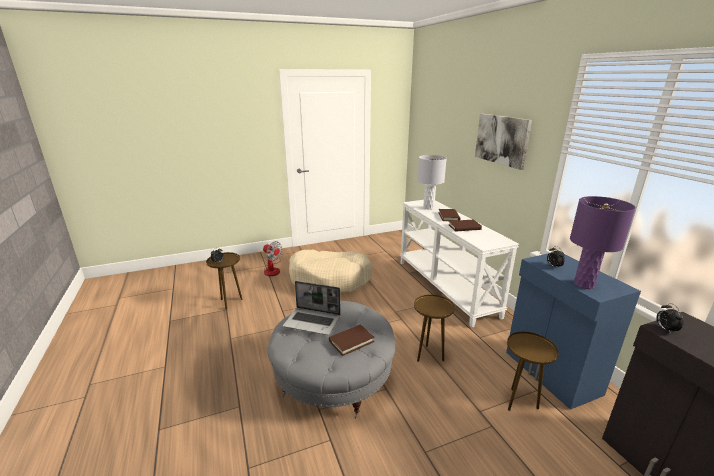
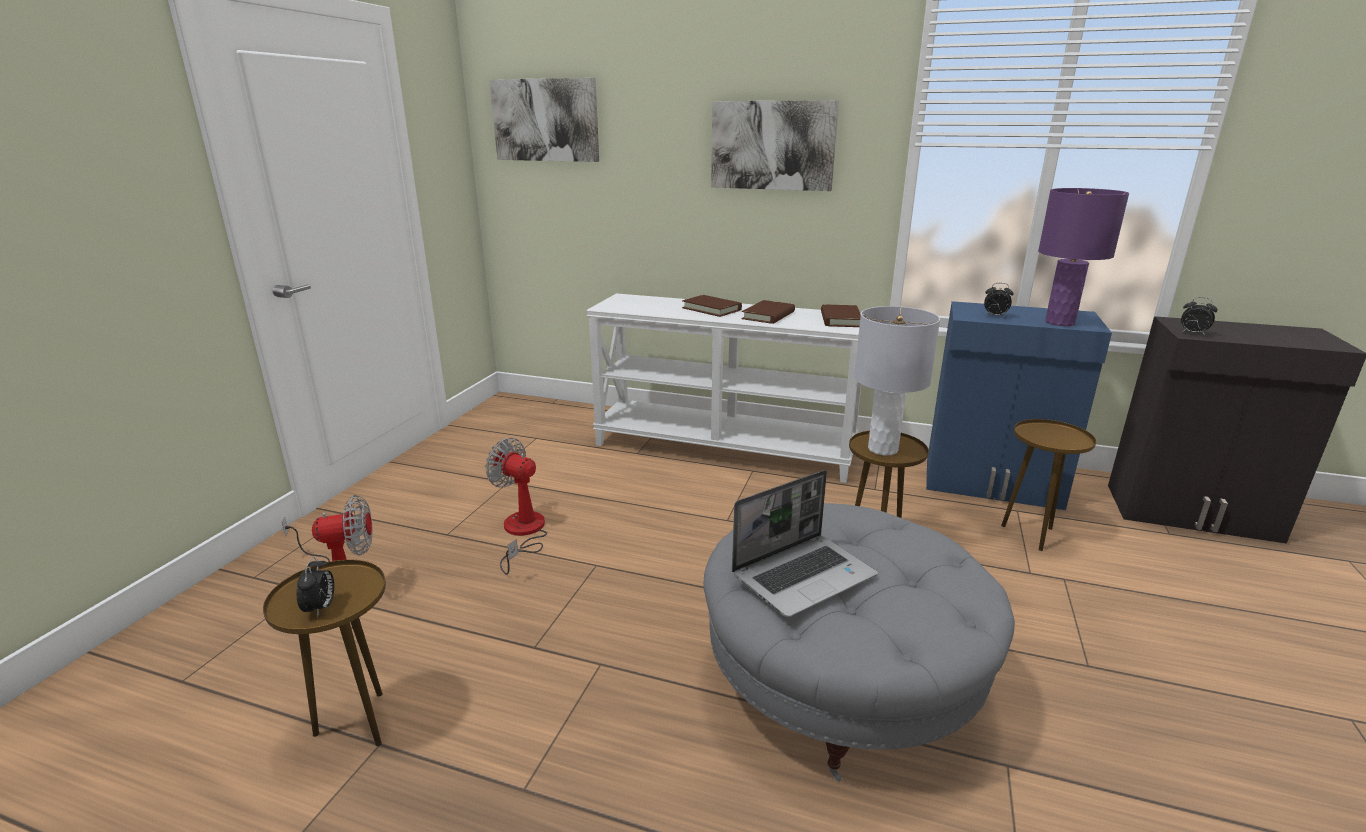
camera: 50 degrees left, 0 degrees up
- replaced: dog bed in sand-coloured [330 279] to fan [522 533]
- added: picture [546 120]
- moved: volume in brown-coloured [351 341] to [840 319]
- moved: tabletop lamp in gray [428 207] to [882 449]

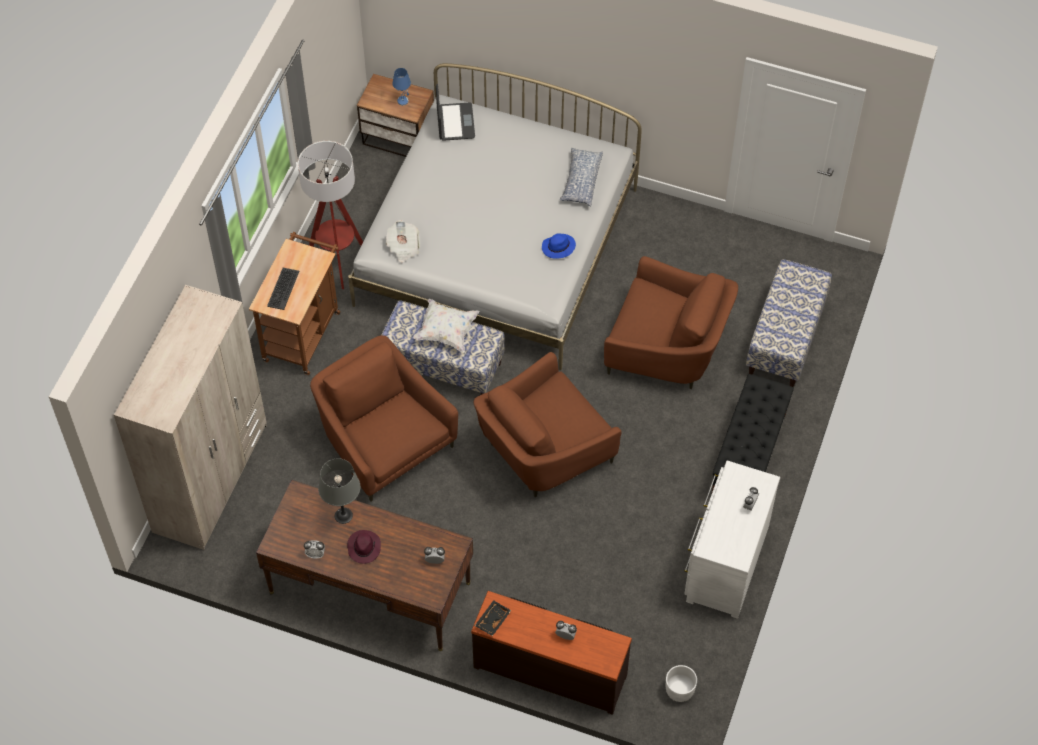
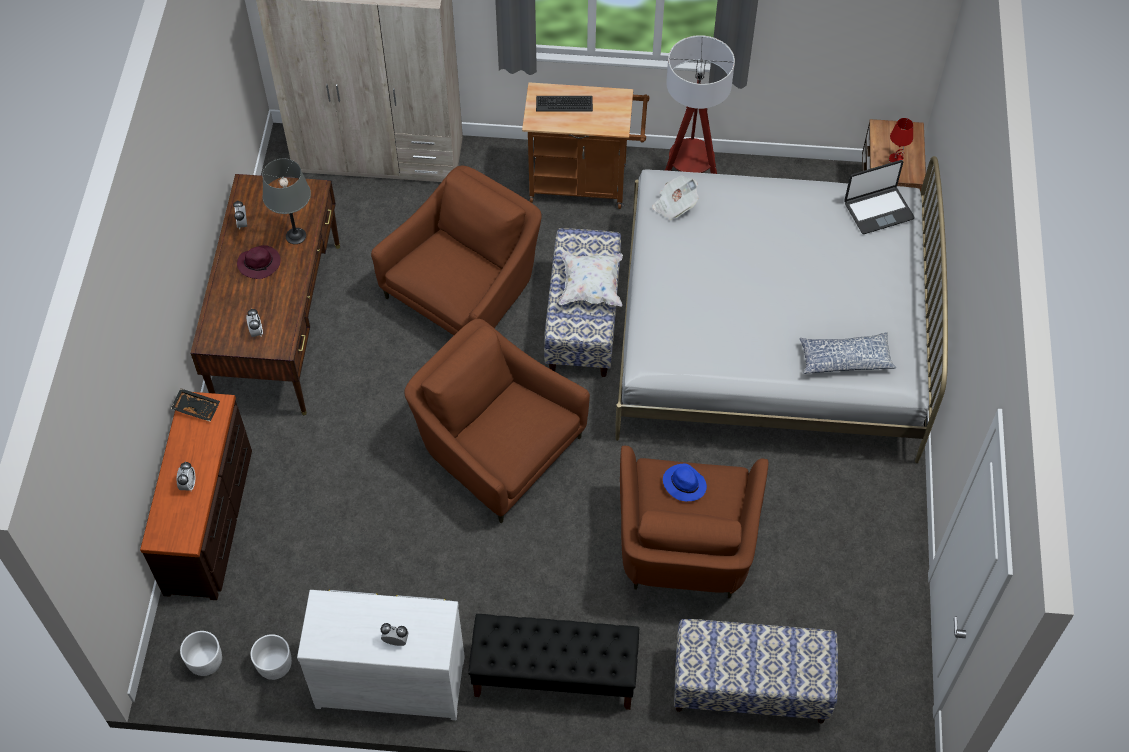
camera: 75 degrees right, 0 degrees up
- added: plant pot in white-coloured [274 665]
- moved: wearable hat in blue [558 248] to [683 484]
- recoloured: tabletop lamp in blue [403 101] to tabletop lamp in reddish [896 159]

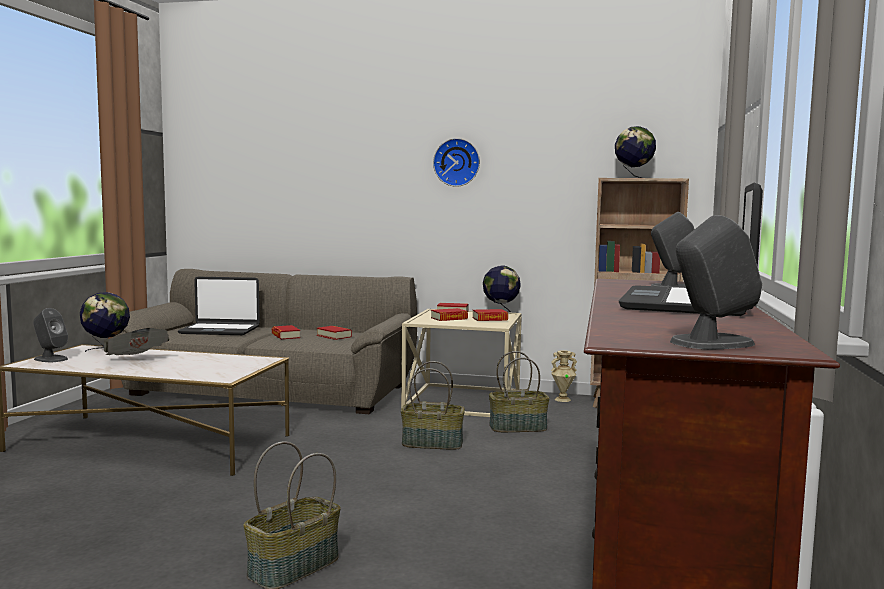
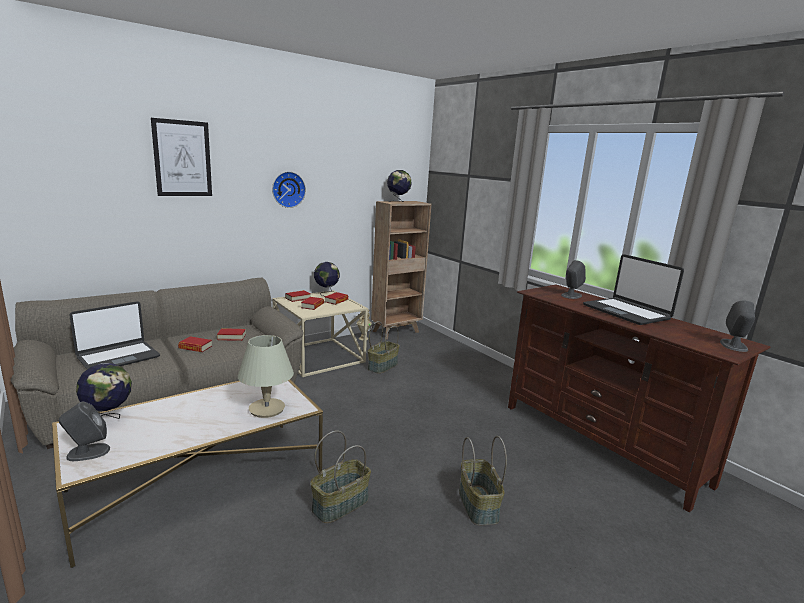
camera: 50 degrees left, 10 degrees up
- added: picture [182 158]
- added: tabletop lamp in sand-coloured [267 409]
- moved: storage basket [433 443] to [340 504]
- removed: printed paper [137 360]

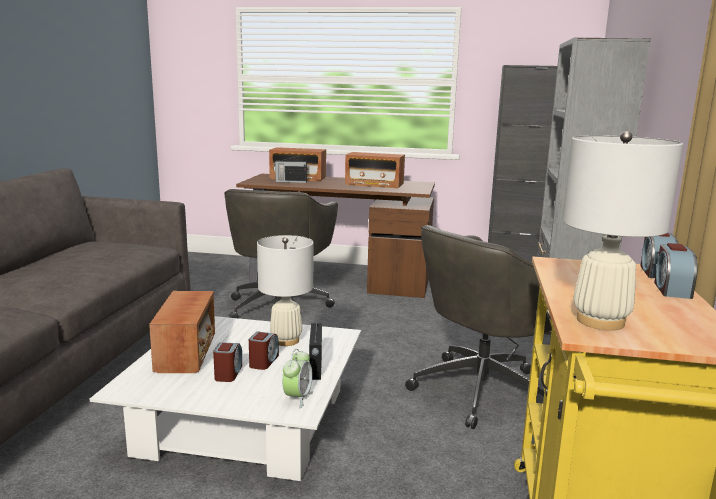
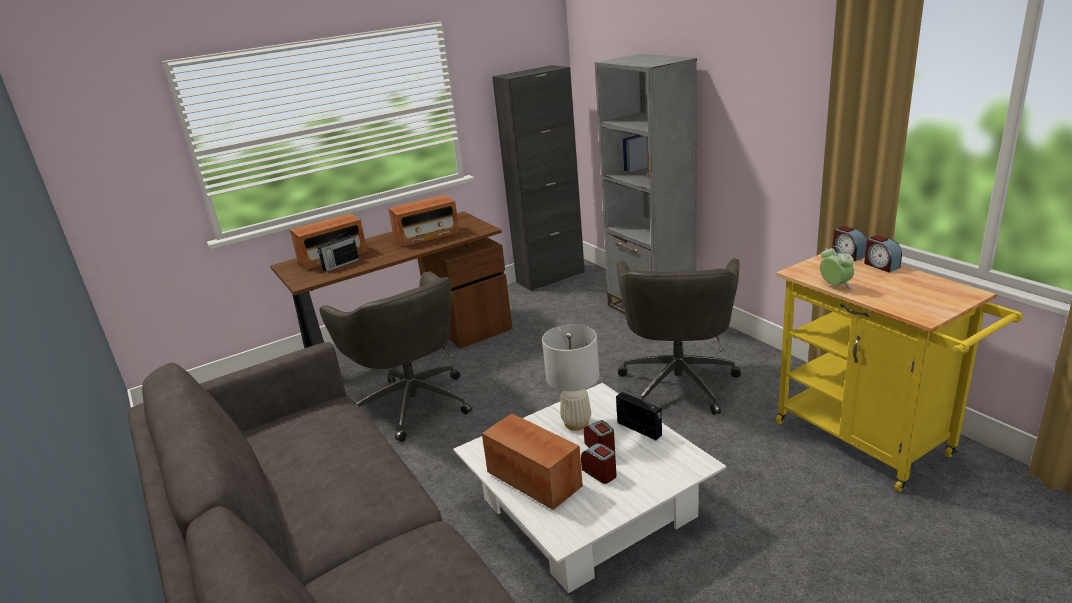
camera: 40 degrees left, 10 degrees up
- moved: bedside clock [297 398] to [835 286]
- removed: tabletop lamp in white-coloured [600 321]

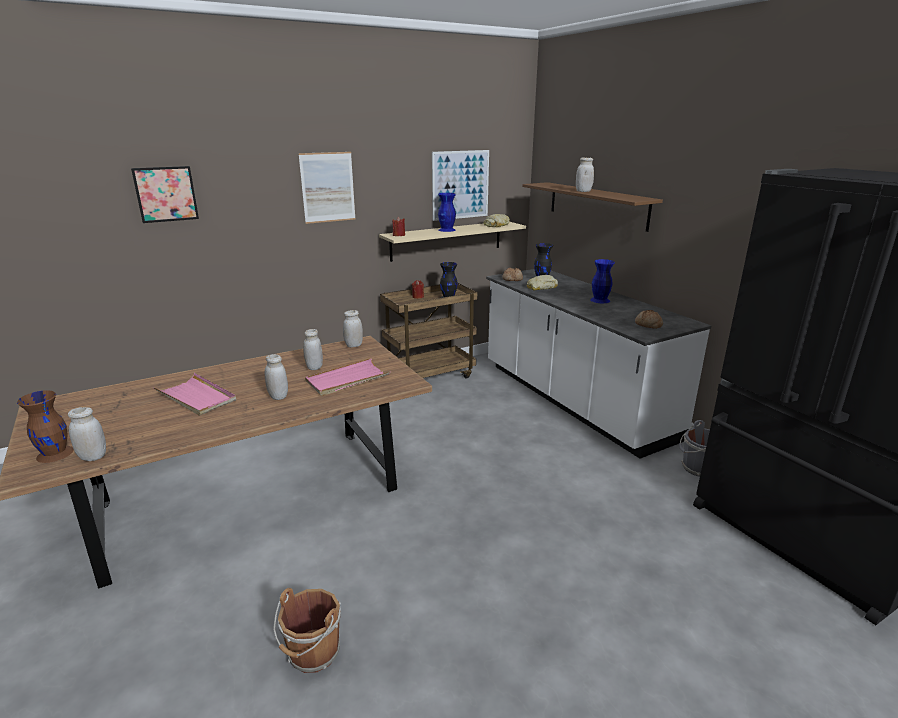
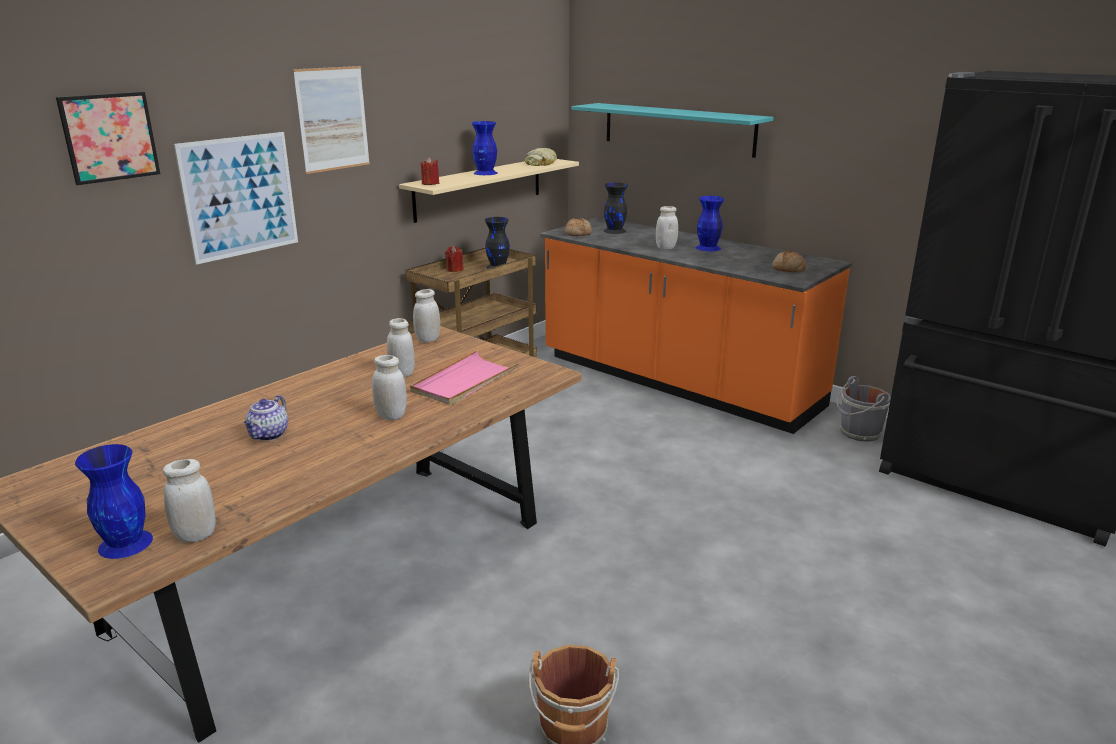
camera: 20 degrees left, 0 degrees up
- recoloured: vase in brown-coloured [55 453] to vase in blue [126 543]
- moved: picture [460 185] to [239 196]
- replaced: tray in pink [196 397] to tea pot [269 435]
- recoloured: counter in white-coloured [573 400] to counter in orange-coloured [677 382]
- recoloured: shelf in brown-coloured [597 205] to shelf in turquoise-coloured [677 129]
- moved: storage jar in white-coloured [583 191] to [665 248]
- removed: bakery bread [541 287]

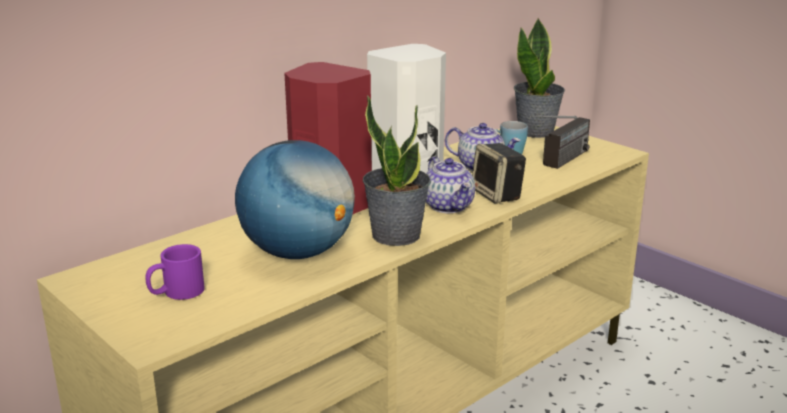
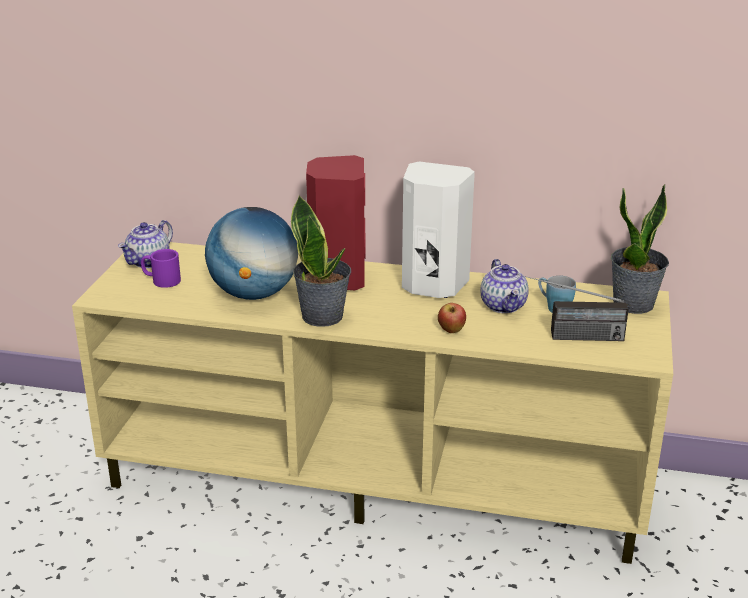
camera: 55 degrees right, 5 degrees up
- moved: tea pot [449 206] to [149 262]
- replaced: speaker [497 195] to apple fruit [451 331]

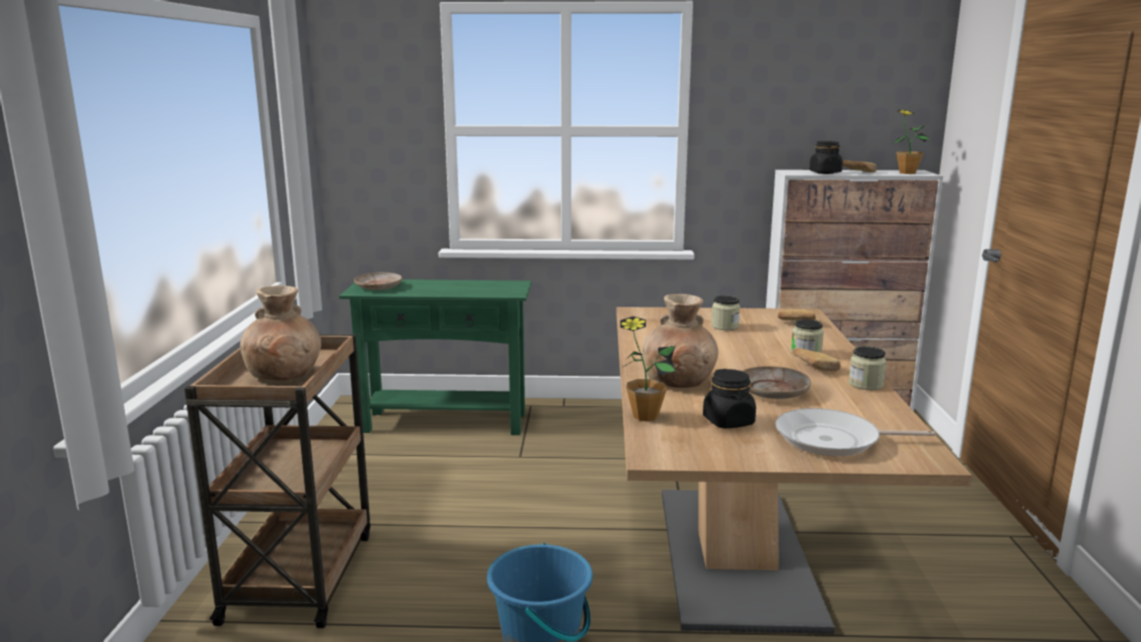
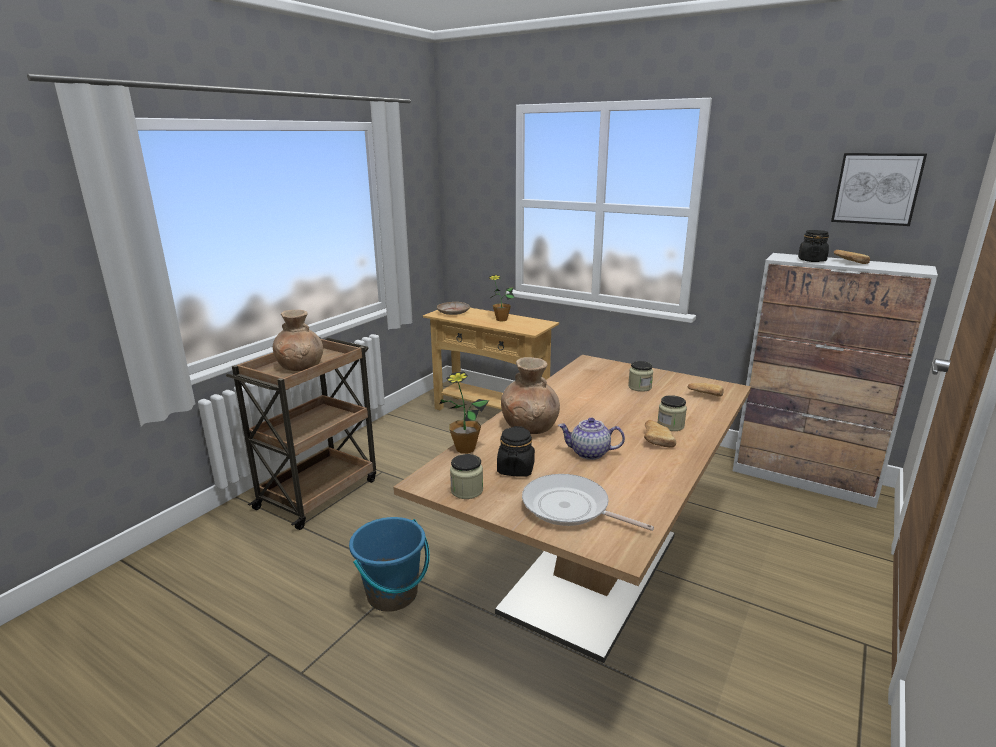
camera: 30 degrees right, 5 degrees up
- recoloured: console table in green-coloured [444 423] to console table in sand-coloured [490 414]
- moved: storage jar [865 384] to [467 490]
- moved: plant in a pot [907 173] to [501 319]
- replaced: flat dish in sand-coloured [773 392] to tea pot [589 453]
- added: picture [876 188]

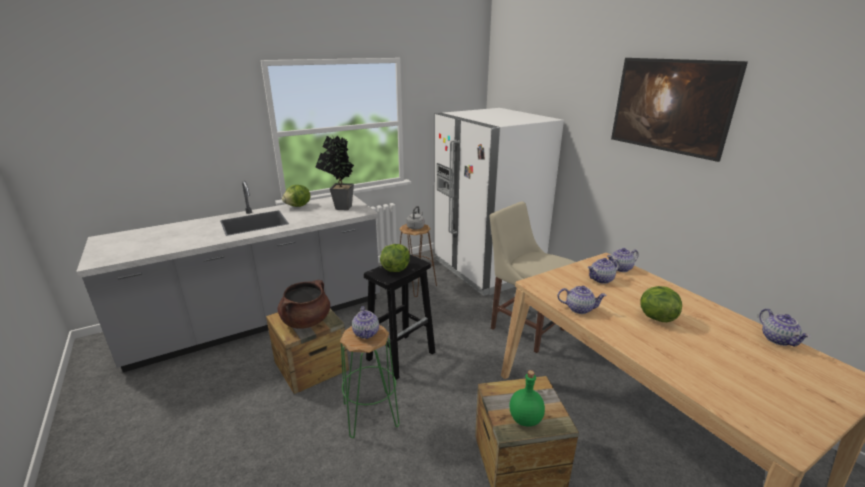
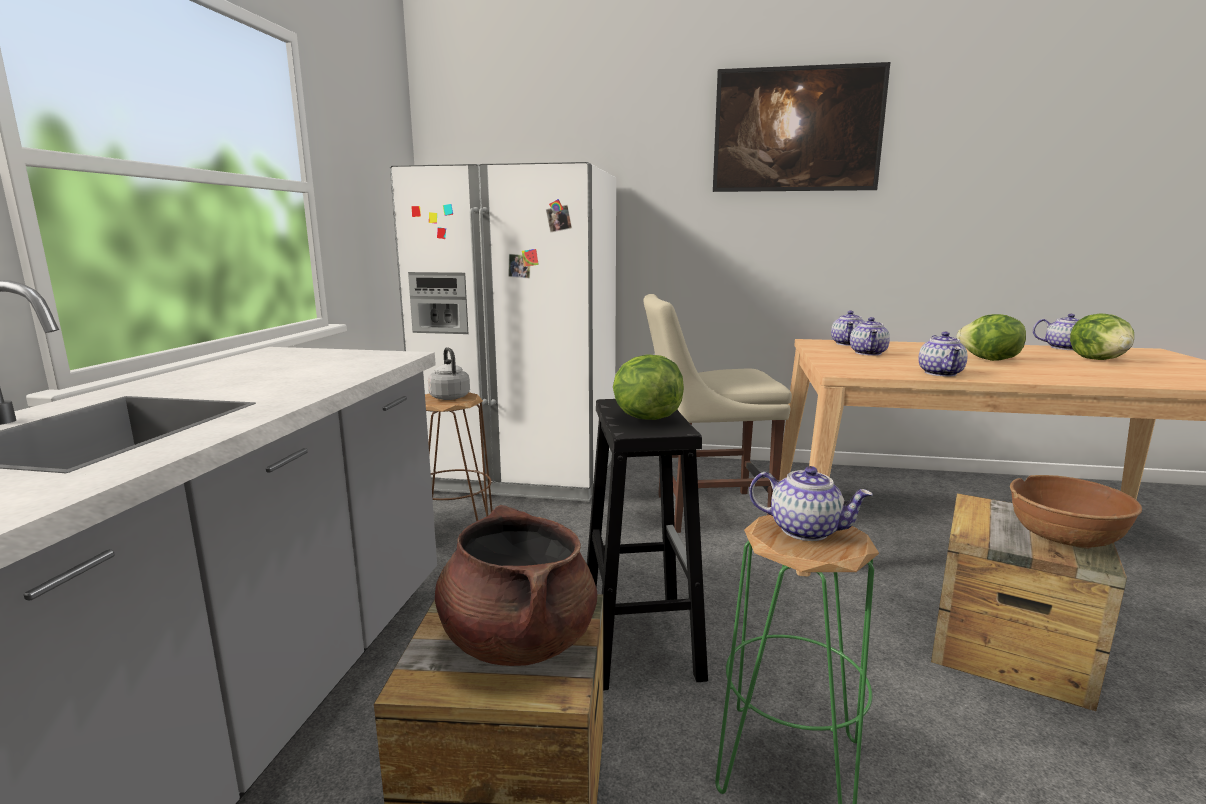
camera: 50 degrees left, 10 degrees down
- turned: tea pot [579 308] = [941 373] 135 degrees clockwise
- replaced: bottle in green-coloured [525 418] to deep dish in brown-coloured [1064 539]
- moved: lettuce head [298 206] to [1099 360]
- removed: plant in a pot [341 208]

